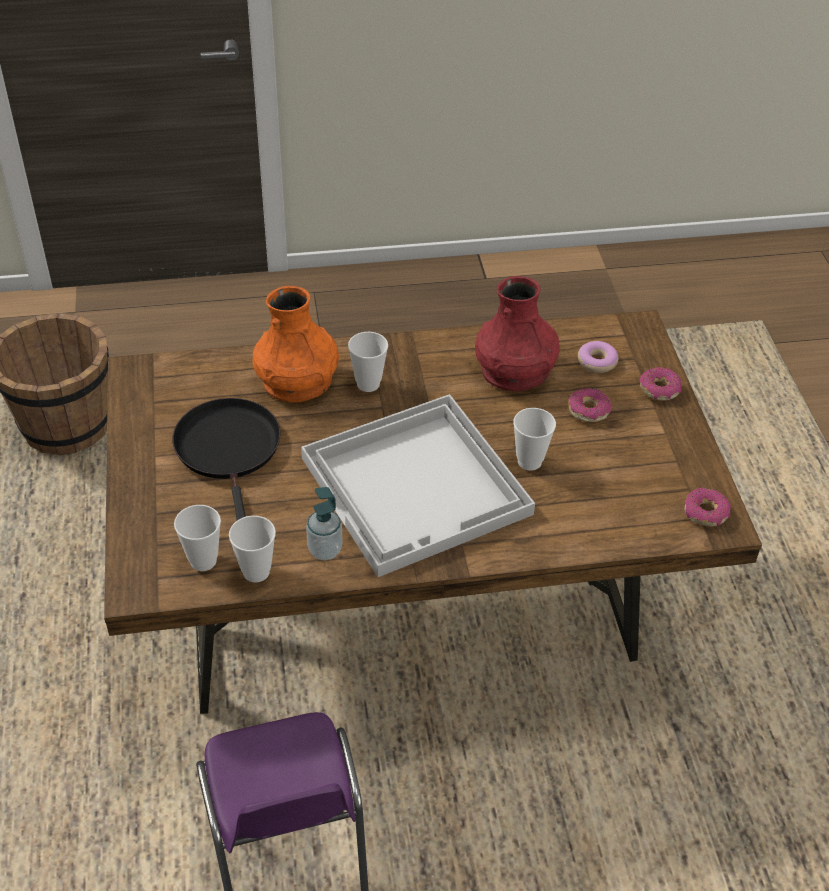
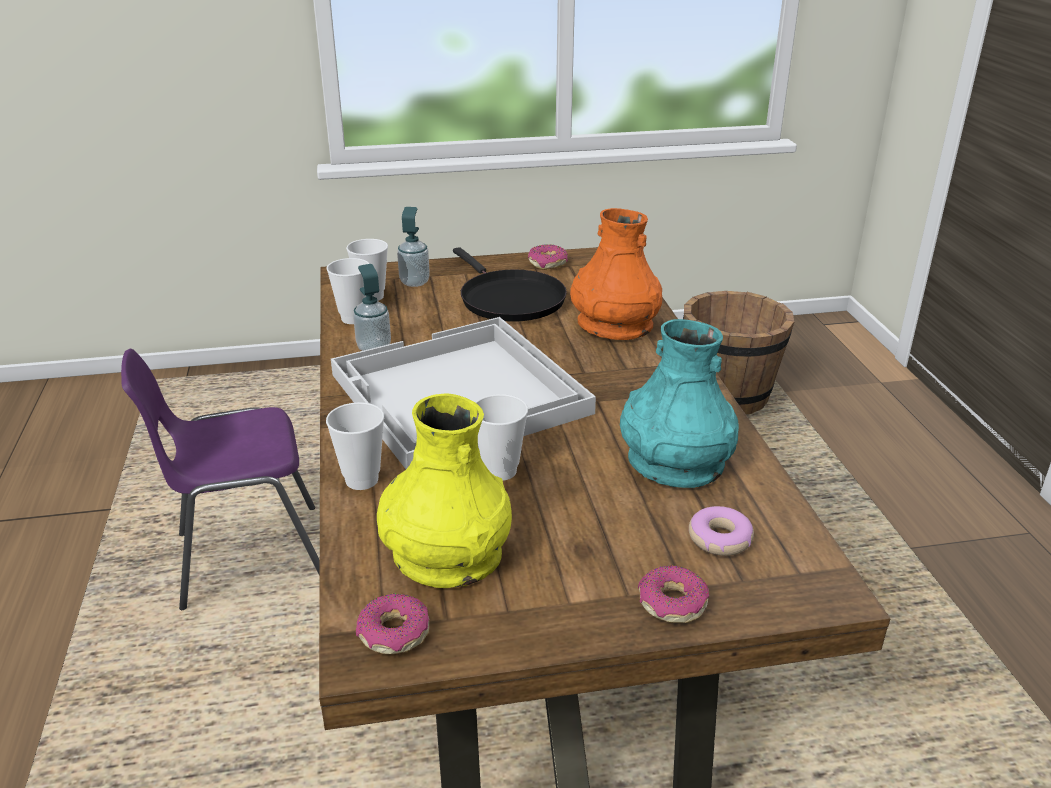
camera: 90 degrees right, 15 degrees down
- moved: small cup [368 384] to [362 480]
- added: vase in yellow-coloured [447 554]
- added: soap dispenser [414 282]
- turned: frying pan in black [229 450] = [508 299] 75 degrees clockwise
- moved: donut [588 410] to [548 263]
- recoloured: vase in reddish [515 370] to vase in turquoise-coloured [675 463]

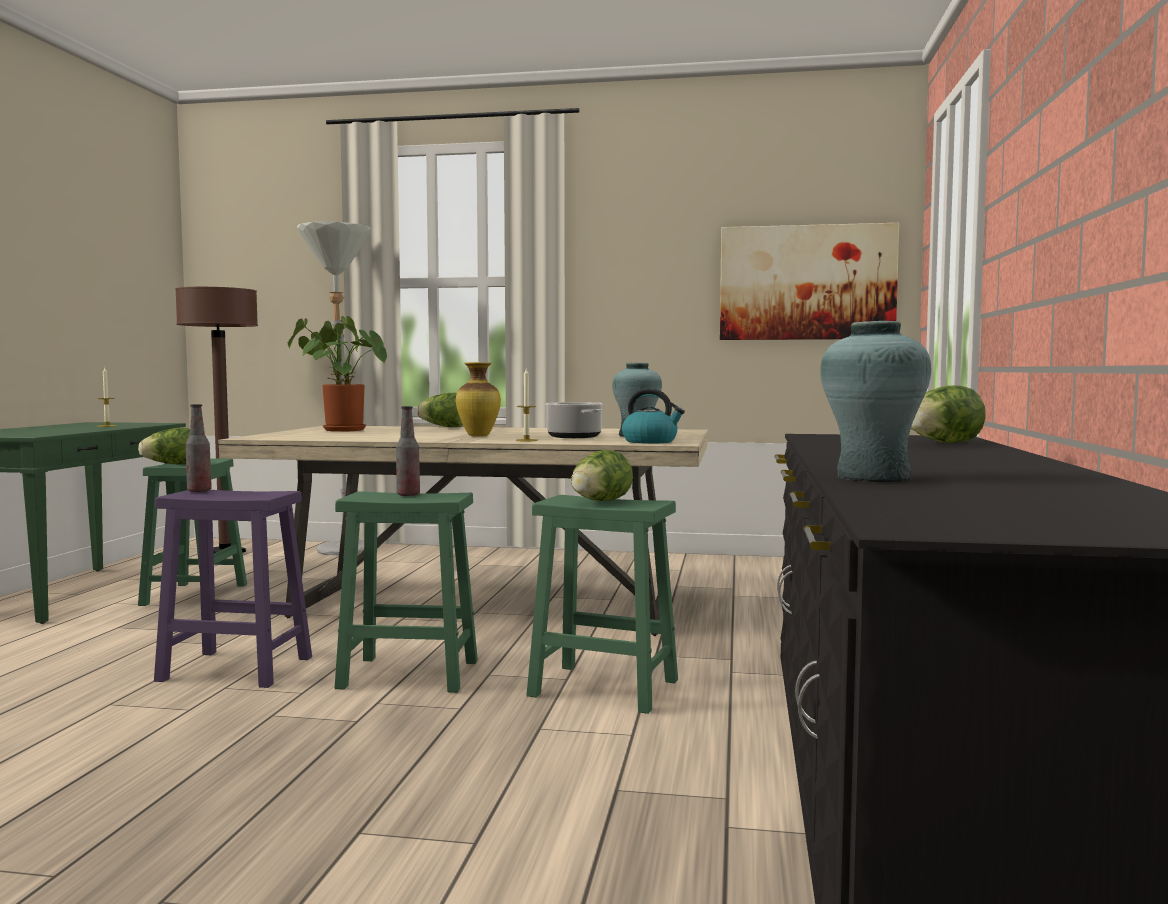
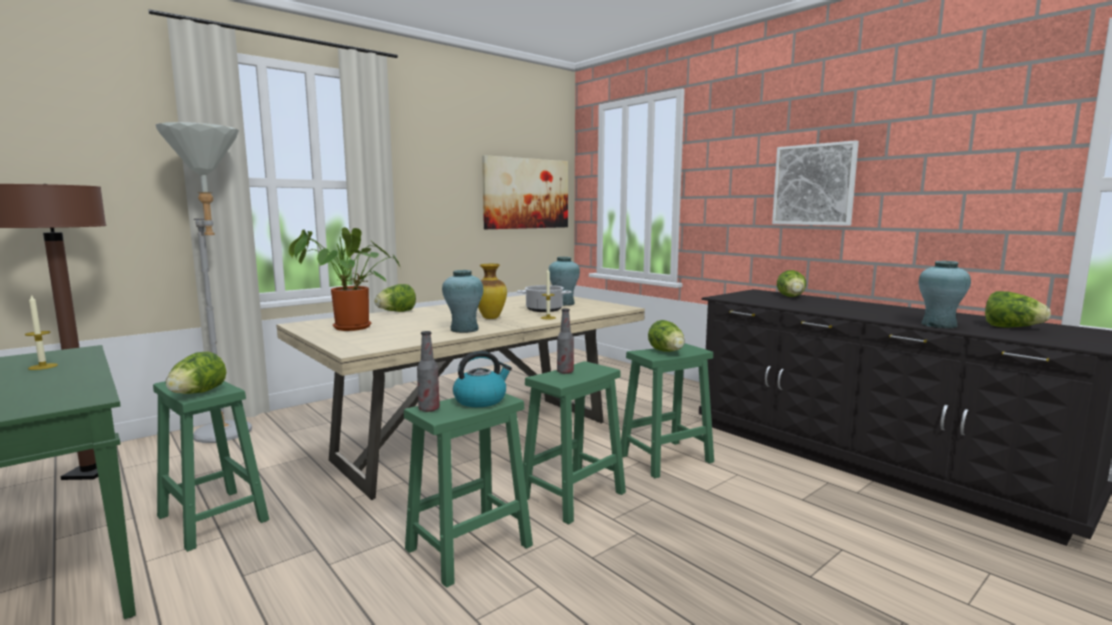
camera: 50 degrees left, 5 degrees up
- recoloured: stool in purplish [233 669] to stool in green-coloured [467 548]
- added: vase in turquoise-coloured [464 330]
- moved: water kettle [650 441] to [481 400]
- added: picture [814 185]
- added: lettuce head [1011 327]

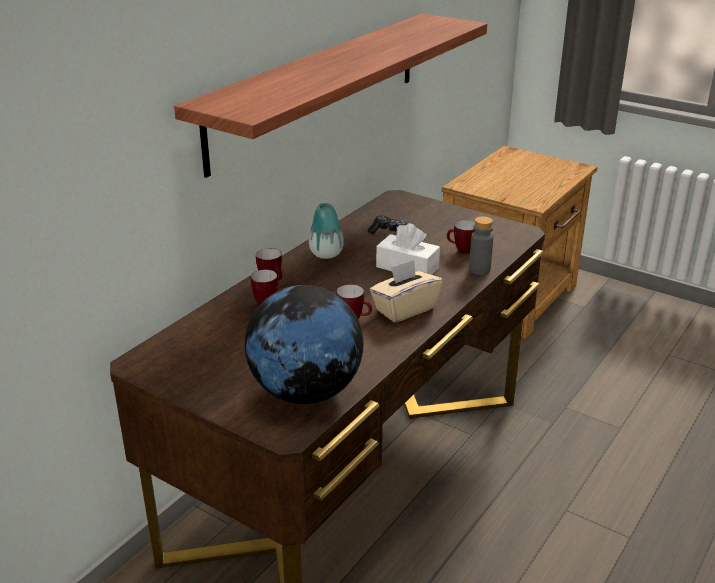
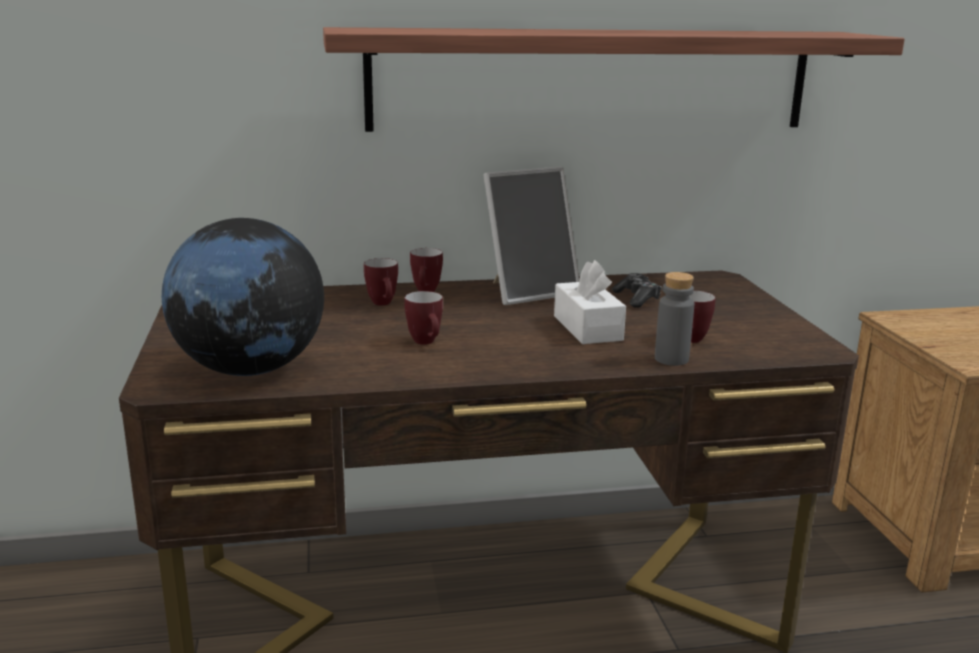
camera: 45 degrees right, 10 degrees down
- replaced: vase [326 254] to picture frame [529 291]
- removed: tissue box in sand-coloured [404 309]

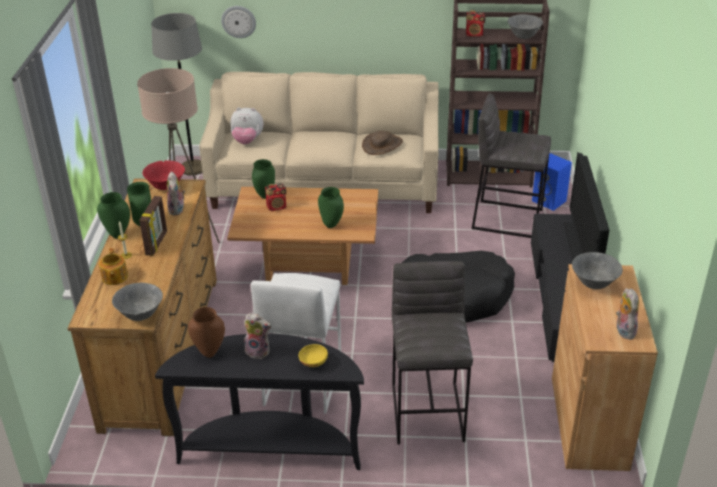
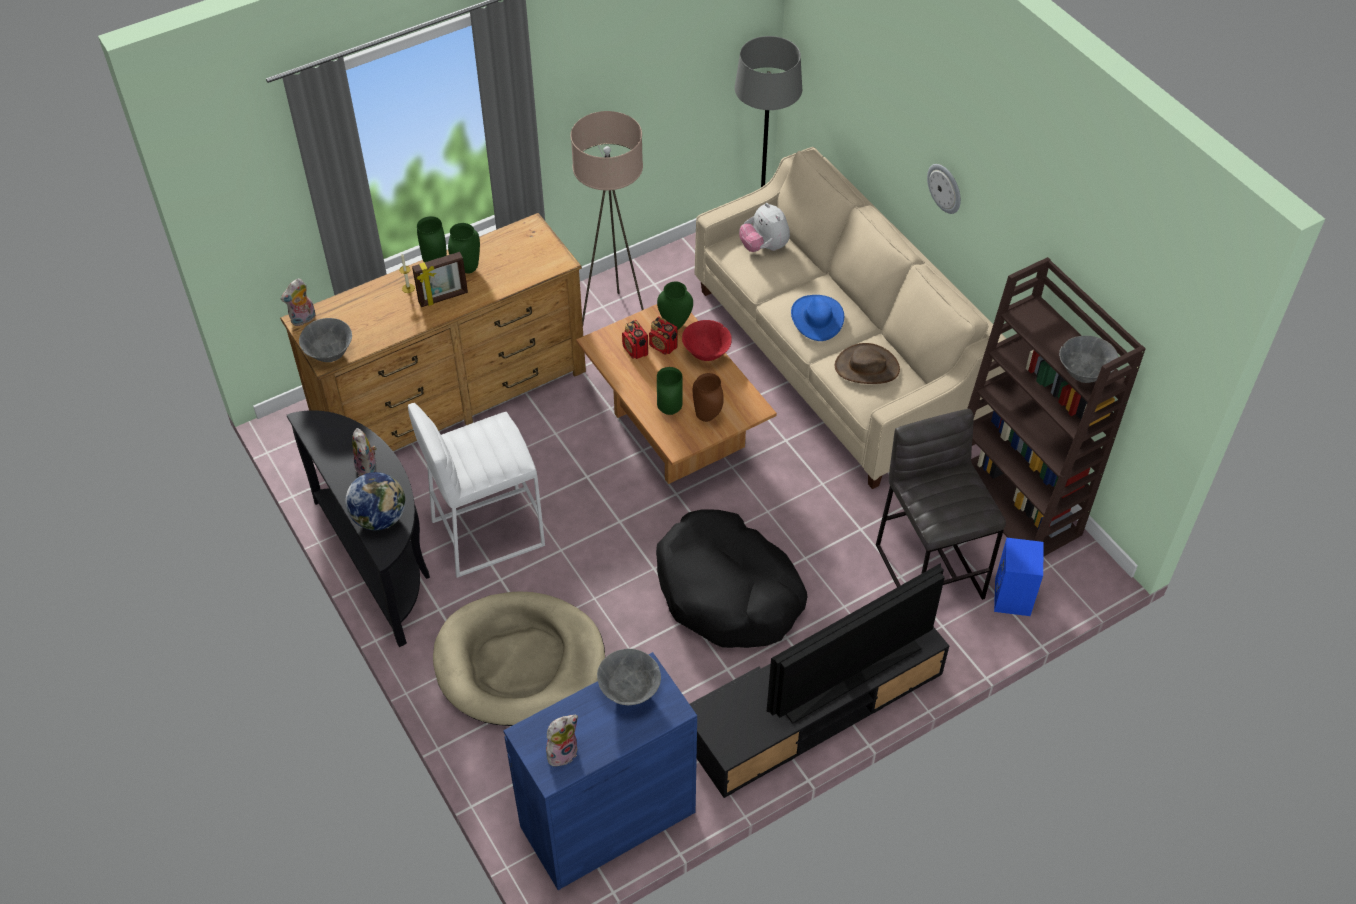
camera: 55 degrees right, 15 degrees up
- moved: cuddly toy [177 210] to [303 319]
- replaced: deep dish in yellow-coloured [313 362] to desk globe [380 518]
- replaced: stool in gray [428 412] to dog bed in sand-coloured [519 662]
- recoloured: cabinet in brown-coloured [589 422] to cabinet in blue [608 819]
- moved: radio set [474 34] to [635 350]
- moved: deep dish in reddish [165 187] to [706 354]
- moved: vase in brown-coloured [210 352] to [708 416]
- added: wearable hat in blue [817 318]
- moved: hanging clock [238 21] to [945 188]
- removed: tea pot [114 277]

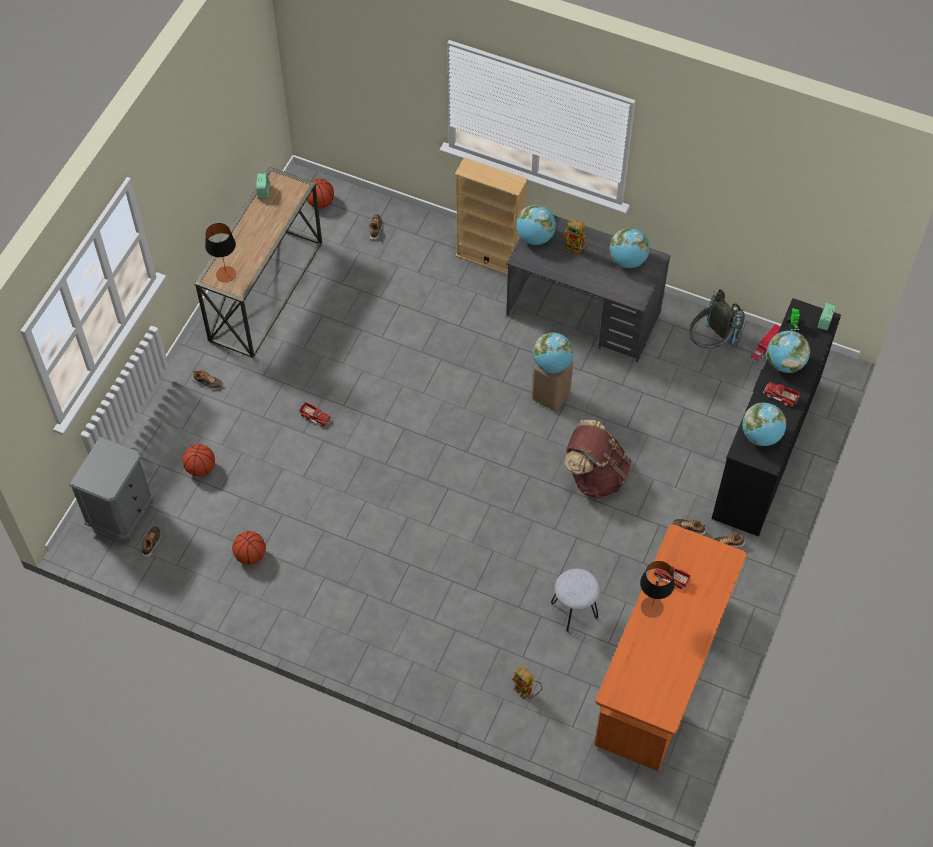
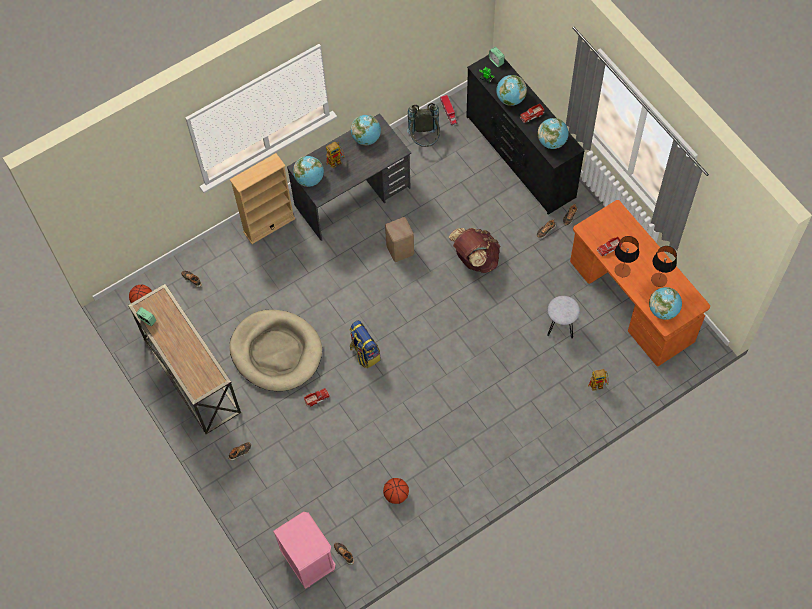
camera: 55 degrees left, 5 degrees up
- added: dog bed in sand-coloured [276 352]
- recoloured: night table in gray [123 514] to night table in pink [309 561]
- added: knapsack [364 353]
- moved: desk globe [552 364] to [663 310]
- moved: tabletop lamp [226 274] to [659 279]
- removed: basketball ball [201 468]

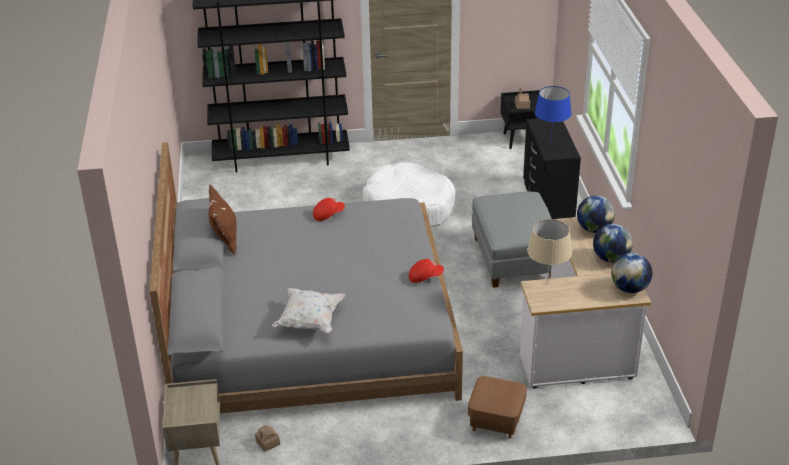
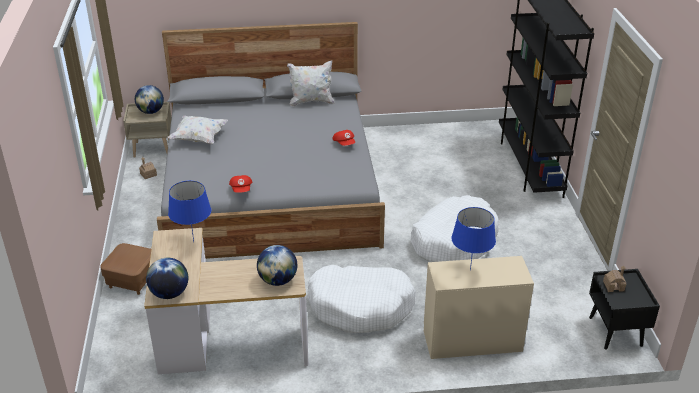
camera: 90 degrees right, 0 degrees up
- moved: desk globe [611 259] to [151 112]
- recoloured: tabletop lamp in sand-coloured [547 283] to tabletop lamp in blue [193 242]
- recoloured: throw pillow in brown-coloured [225 241] to throw pillow in white-coloured [311 101]
- replaced: footrest in gray [514 260] to dog bed in white-coloured [361 306]
- recoloured: dresser in black [547 203] to dresser in sand-coloured [471 340]

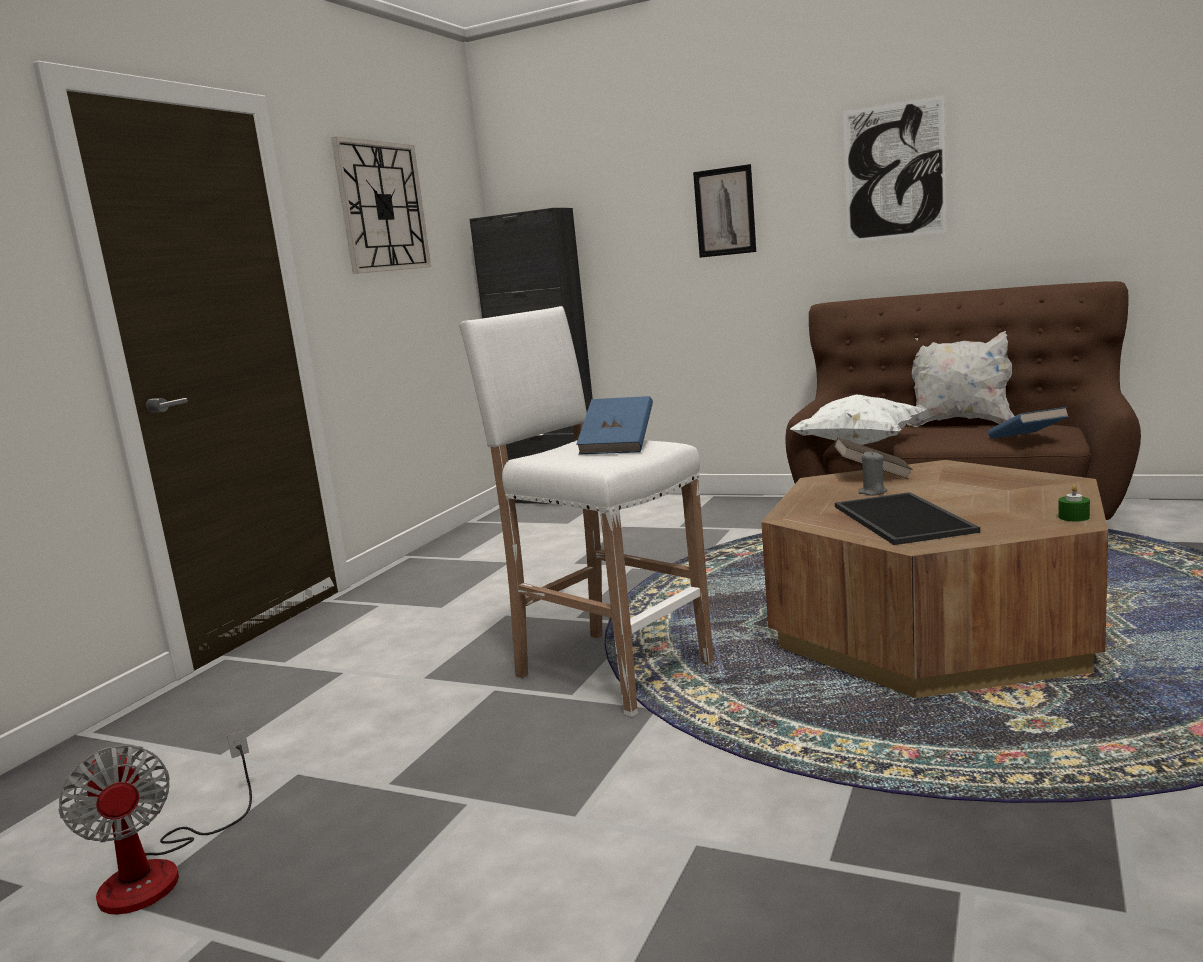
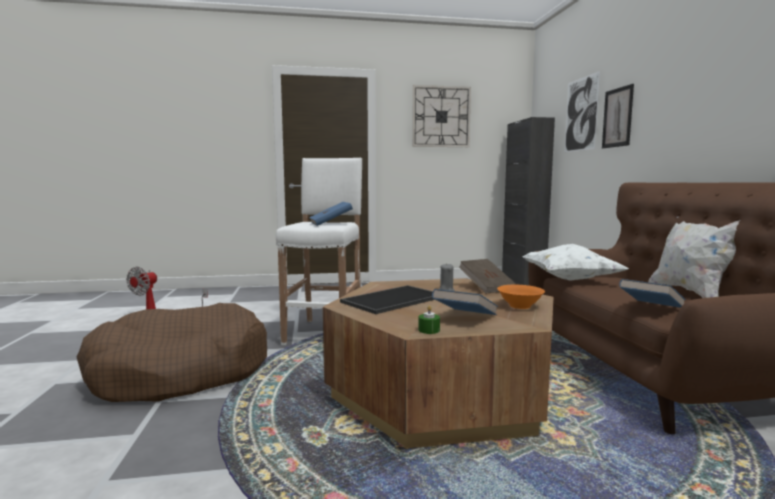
camera: 55 degrees right, 5 degrees down
- added: dog bed in brown-coloured [180 372]
- added: volume in blue [465 318]
- added: deep dish in orange-coloured [520 306]
- moved: picture [894 171] to [581 114]

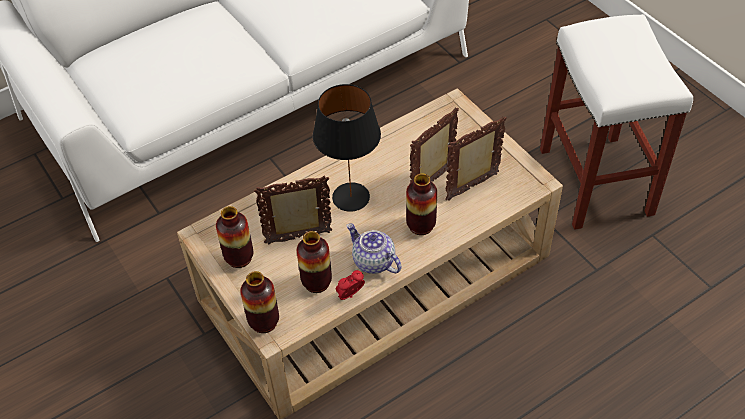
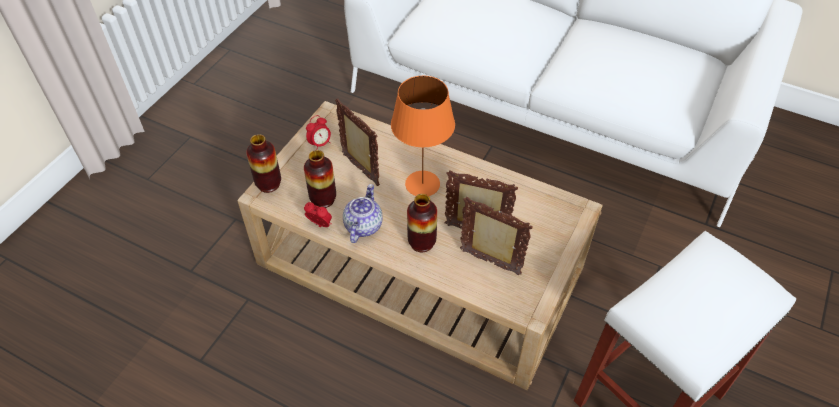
camera: 60 degrees right, 0 degrees up
- replaced: vase [239 258] to bedside clock [320 144]
- recoloured: tabletop lamp in black [351 196] to tabletop lamp in orange-coloured [423 184]

